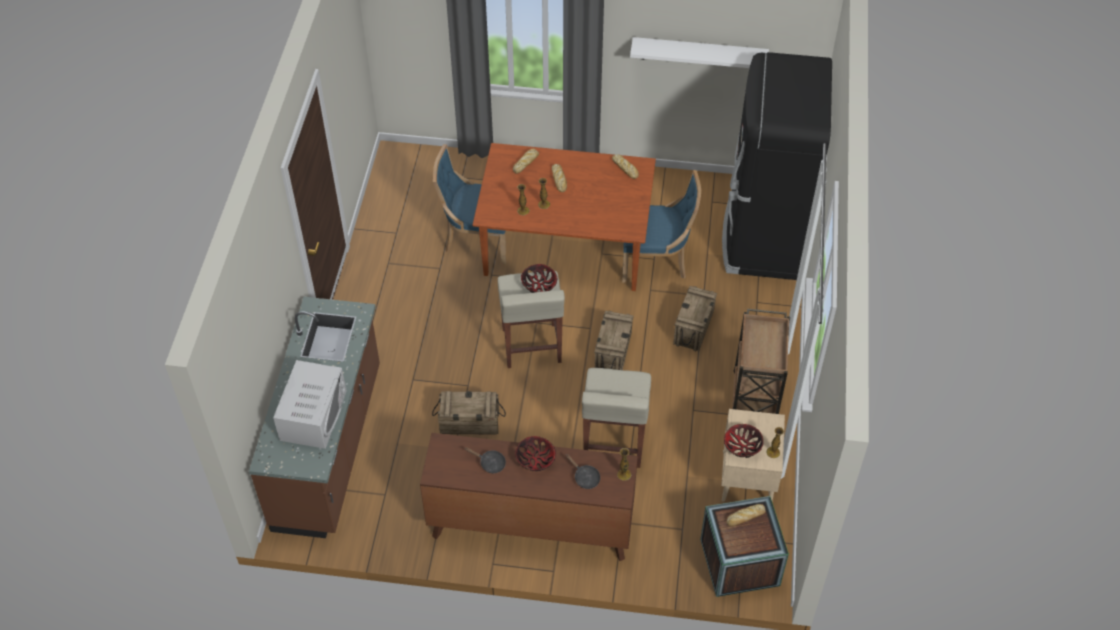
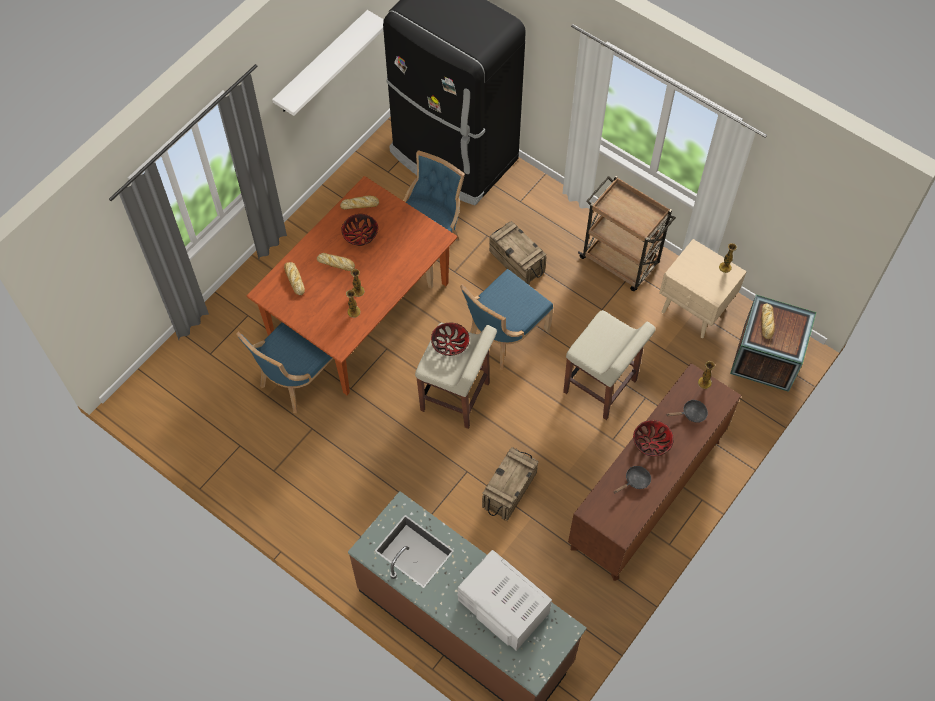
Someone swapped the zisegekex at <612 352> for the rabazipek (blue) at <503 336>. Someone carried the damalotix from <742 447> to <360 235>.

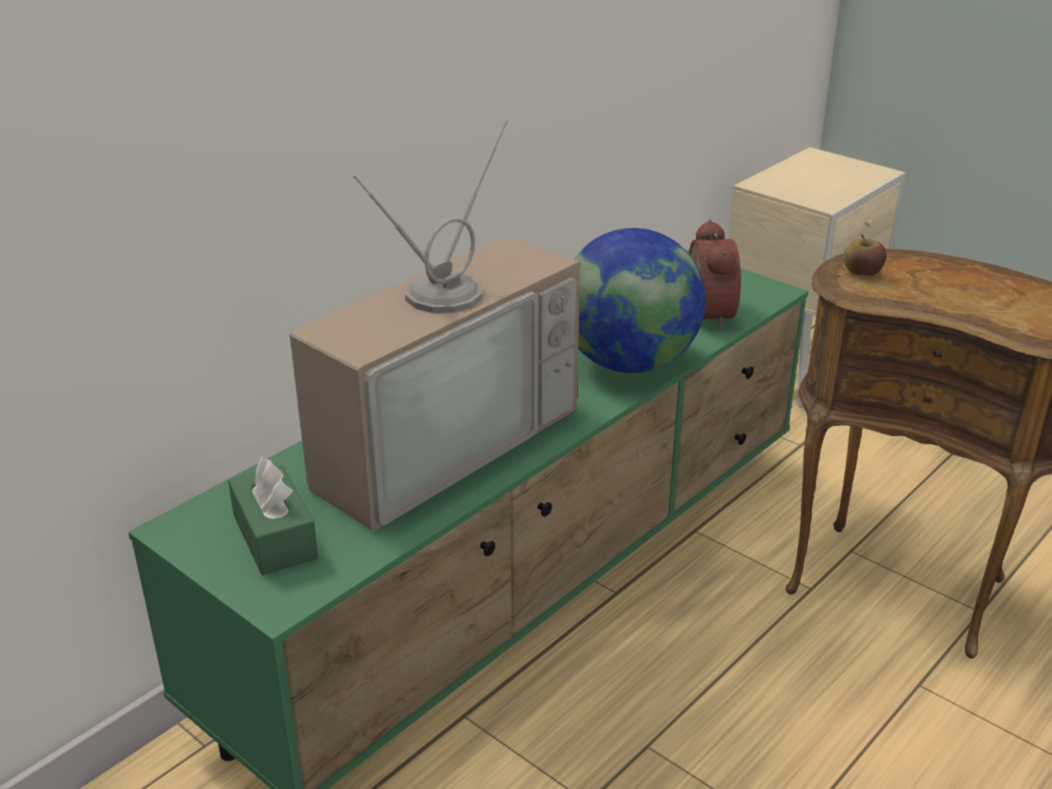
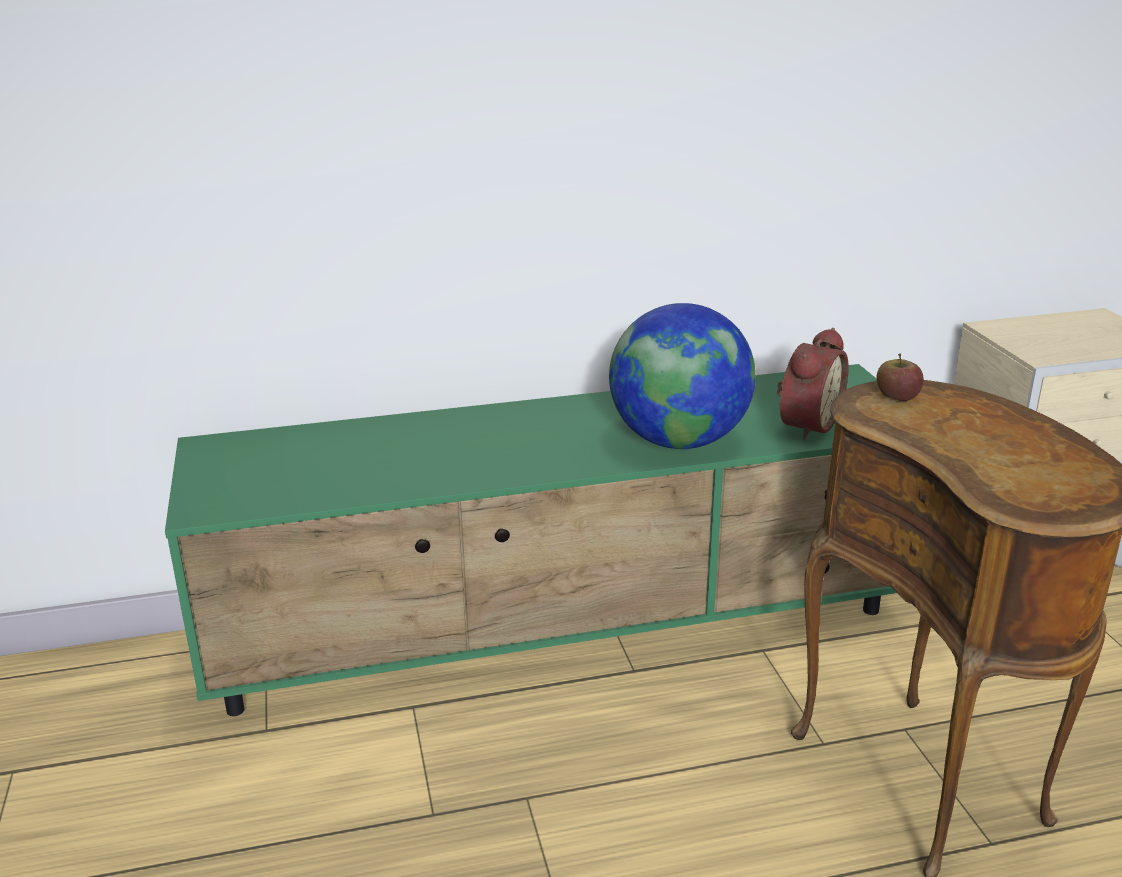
Someone took away the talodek at <437 439>. Someone took away the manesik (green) at <275 537>.

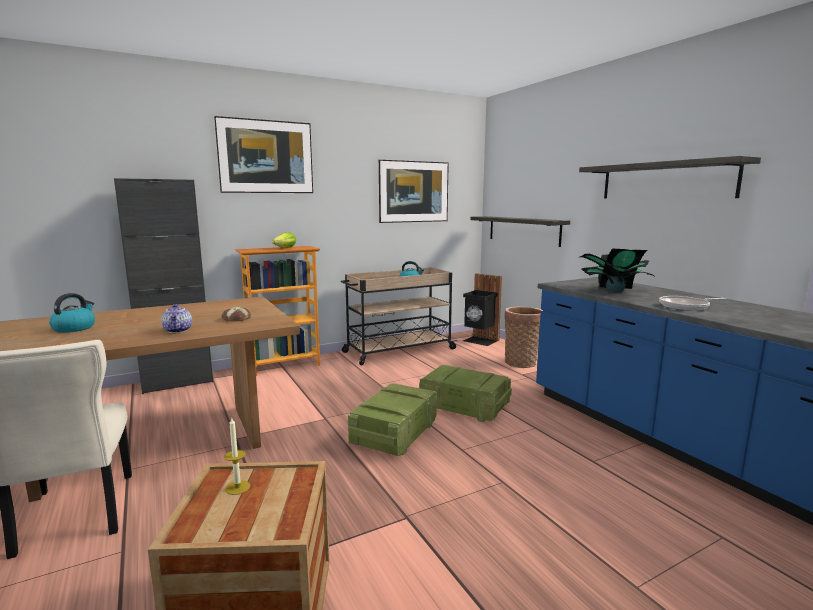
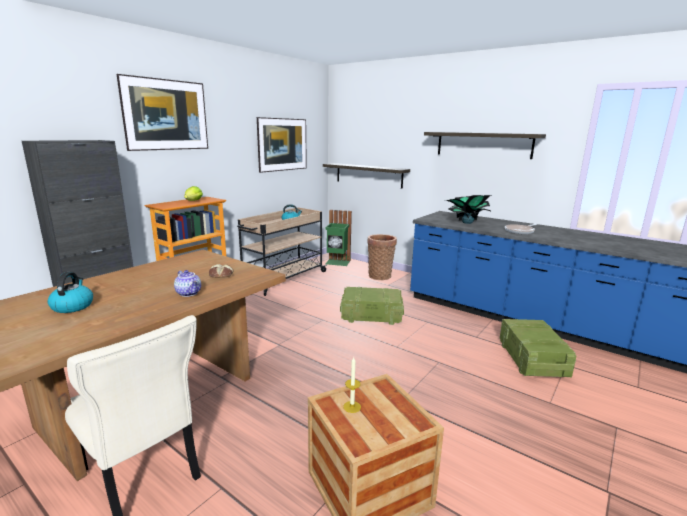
Someone repainted the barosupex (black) at <480 341>, which became the barosupex (green) at <337 262>. Someone carried the zisegekex from <395 433> to <531 359>.

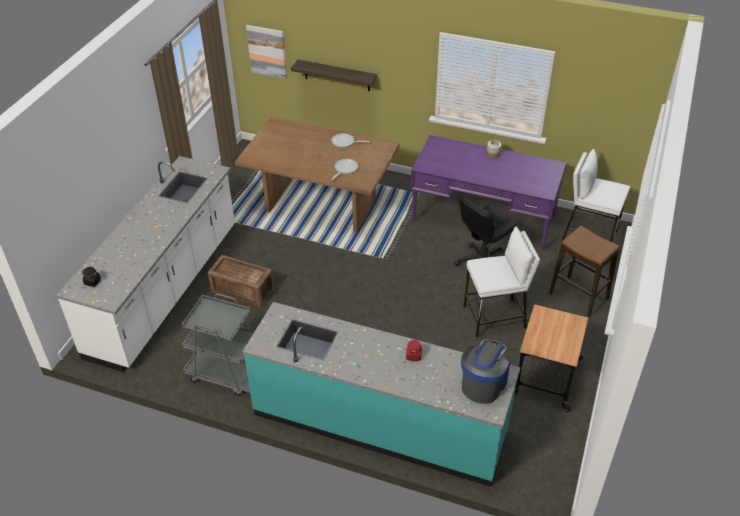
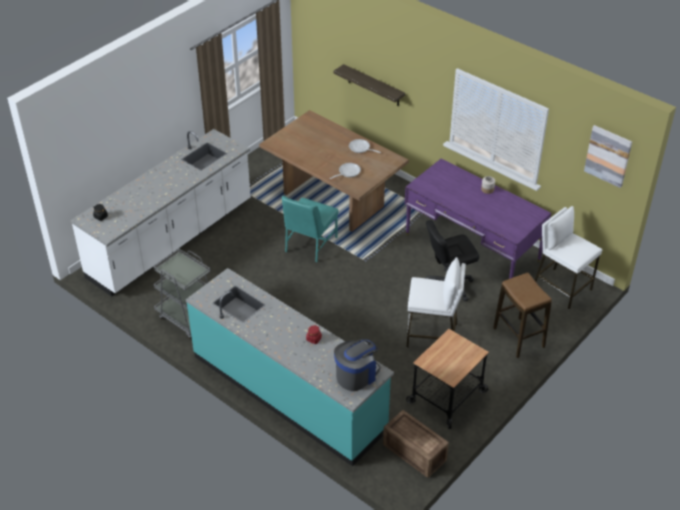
Someone carried the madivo from <267 51> to <608 155>. Someone carried the zisegekex from <242 290> to <414 451>. Someone put down the rabazipek (turquoise) at <309 245>.

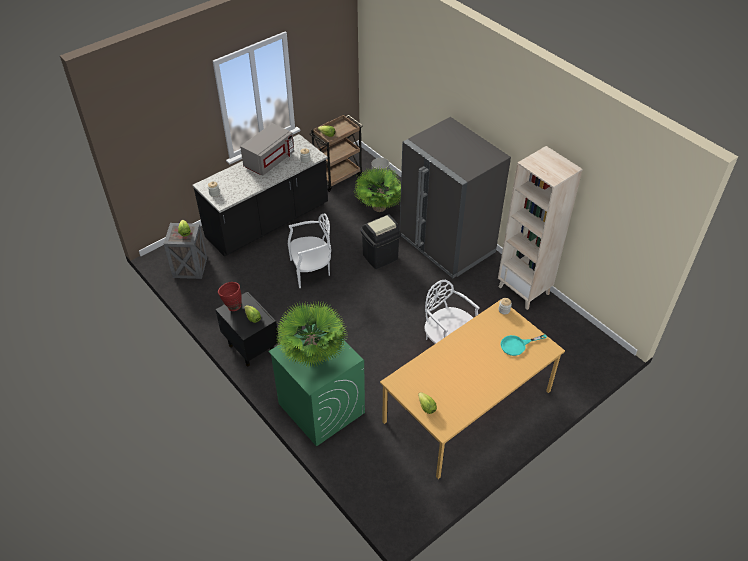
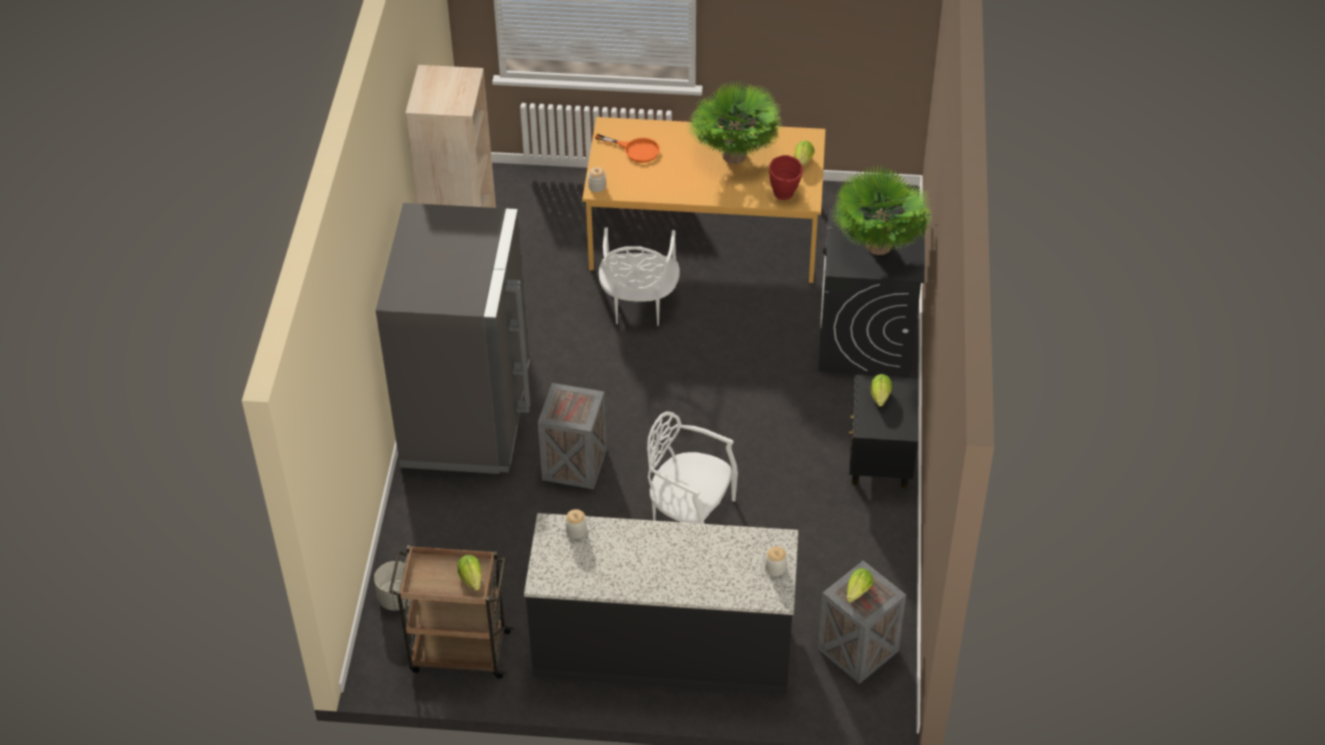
Someone took away the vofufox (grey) at <269 160>. Someone carried the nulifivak from <379 207> to <734 155>. Someone swapped the barosupex (black) at <380 257> for the zisegekex at <576 464>. Someone carried the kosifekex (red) from <232 306> to <785 196>. Someone repainted the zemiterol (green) at <321 408>, which became the zemiterol (black) at <865 340>. Someone repainted the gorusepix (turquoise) at <517 345>, which became the gorusepix (orange) at <636 150>.

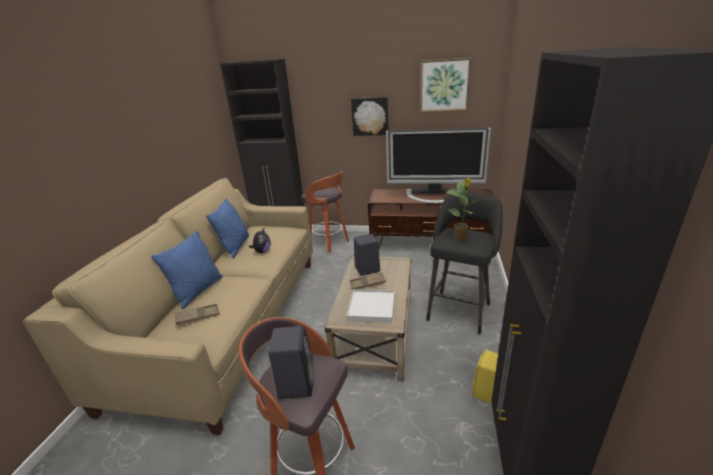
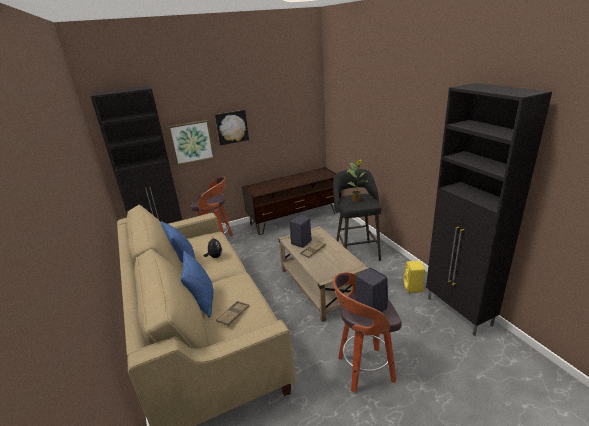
Someone carried the madivo from <444 85> to <191 142>. Someone took away the talodek at <434 195>. Someone took away the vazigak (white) at <371 308>.

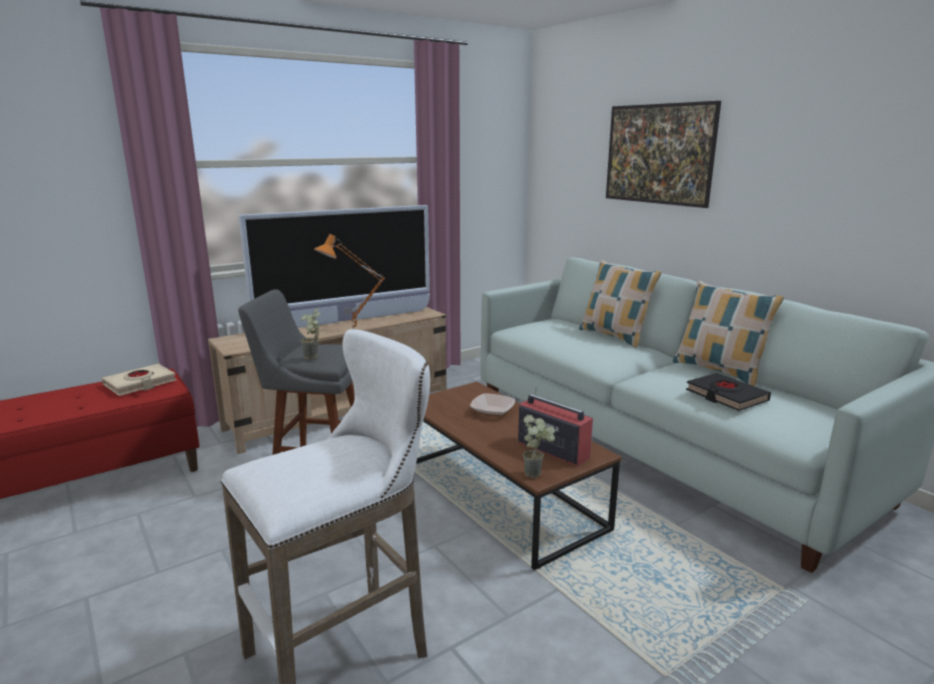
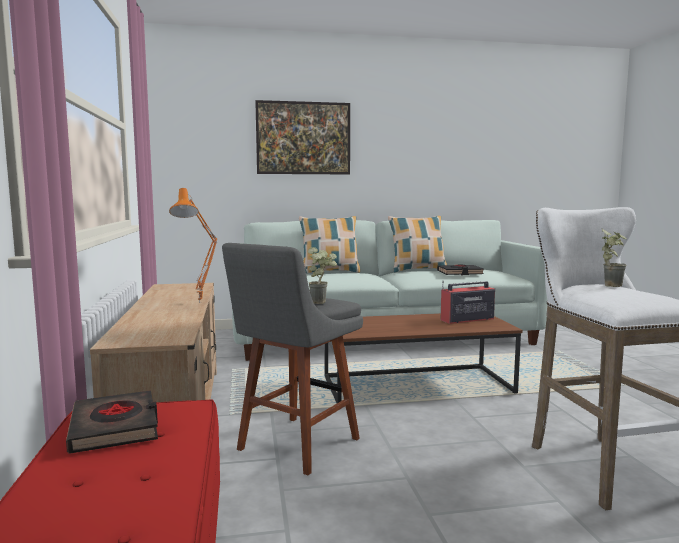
Someone took away the talodek at <346 321>. Someone repainted the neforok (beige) at <140 384>, which became the neforok (black) at <115 427>. Someone took away the damalotix at <492 411>. Someone carried the nulifivak from <537 473> to <611 285>.

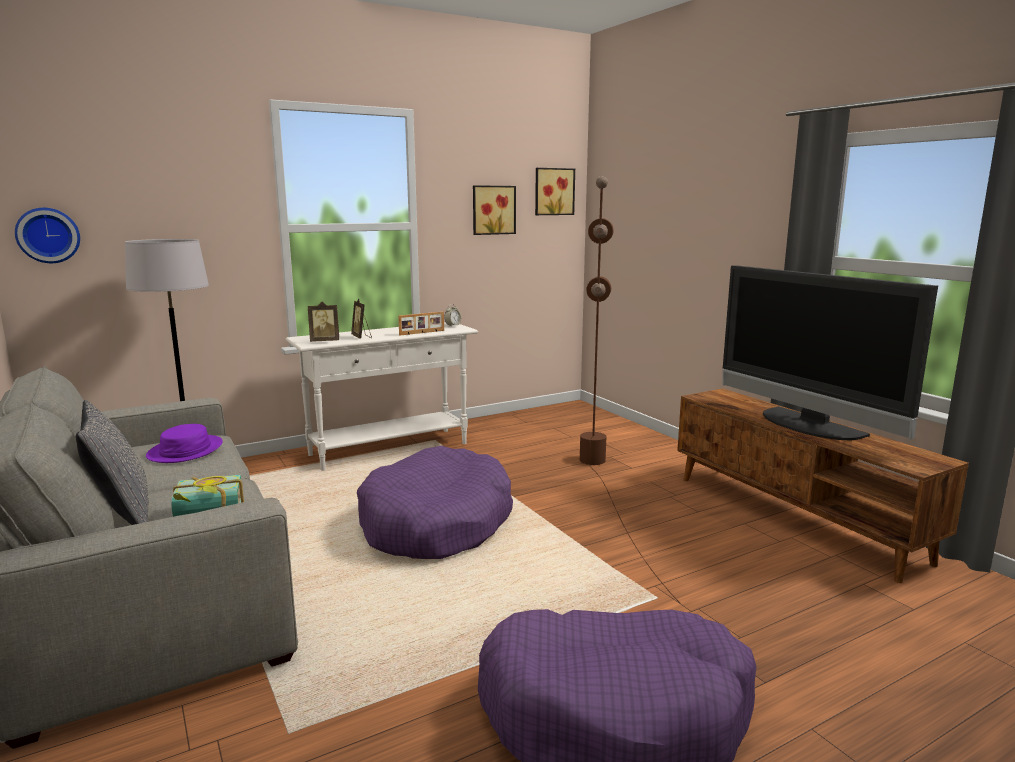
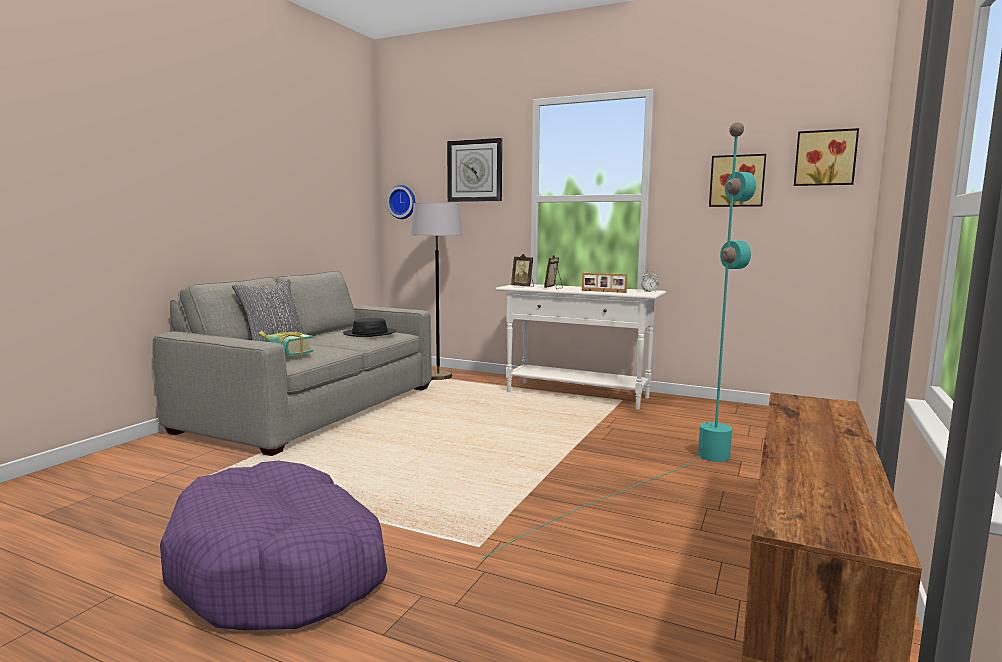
Someone repainted the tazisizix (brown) at <607 489>, which became the tazisizix (turquoise) at <662 477>. Someone took away the talodek at <806 425>. Someone repainted the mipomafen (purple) at <186 450>, which became the mipomafen (black) at <370 333>. Someone took away the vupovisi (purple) at <436 523>. Someone put up the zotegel at <475 170>.

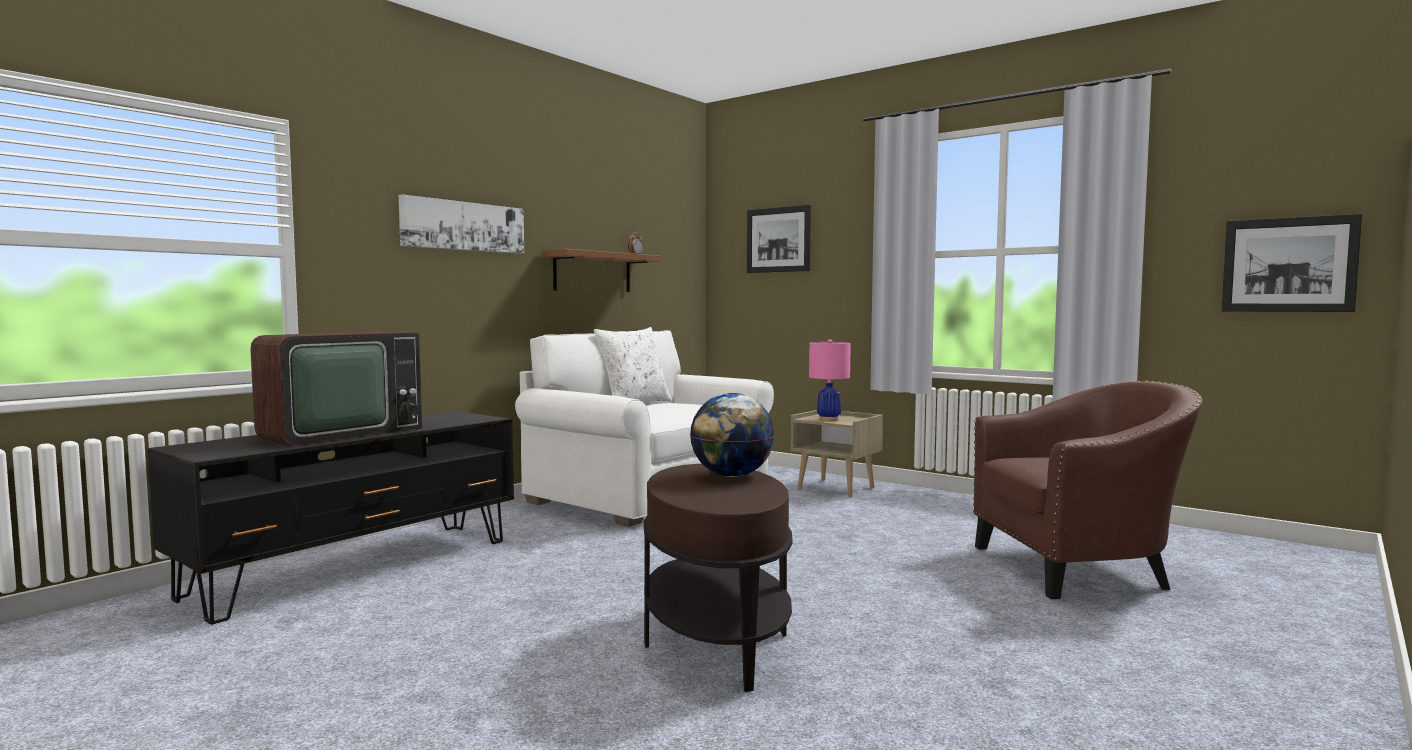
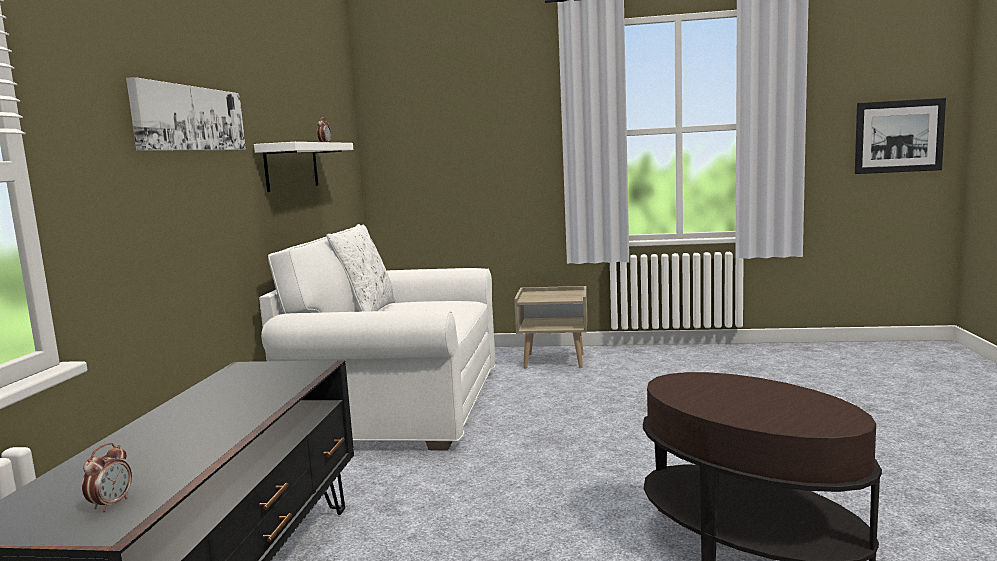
Someone took away the madivo at <778 240>. Someone repainted the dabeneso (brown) at <592 272>, which became the dabeneso (white) at <291 166>. Someone took away the talodek at <336 433>. Someone took away the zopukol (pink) at <828 419>. Someone took away the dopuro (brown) at <1080 569>. Someone took away the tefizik at <731 476>. Someone put down the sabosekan at <111 504>.

